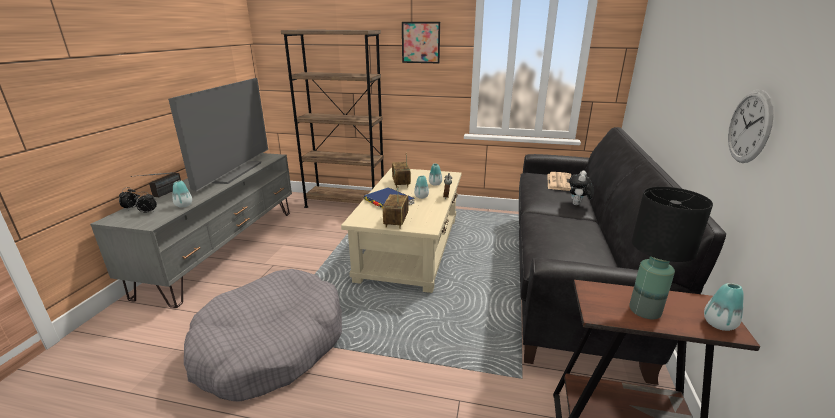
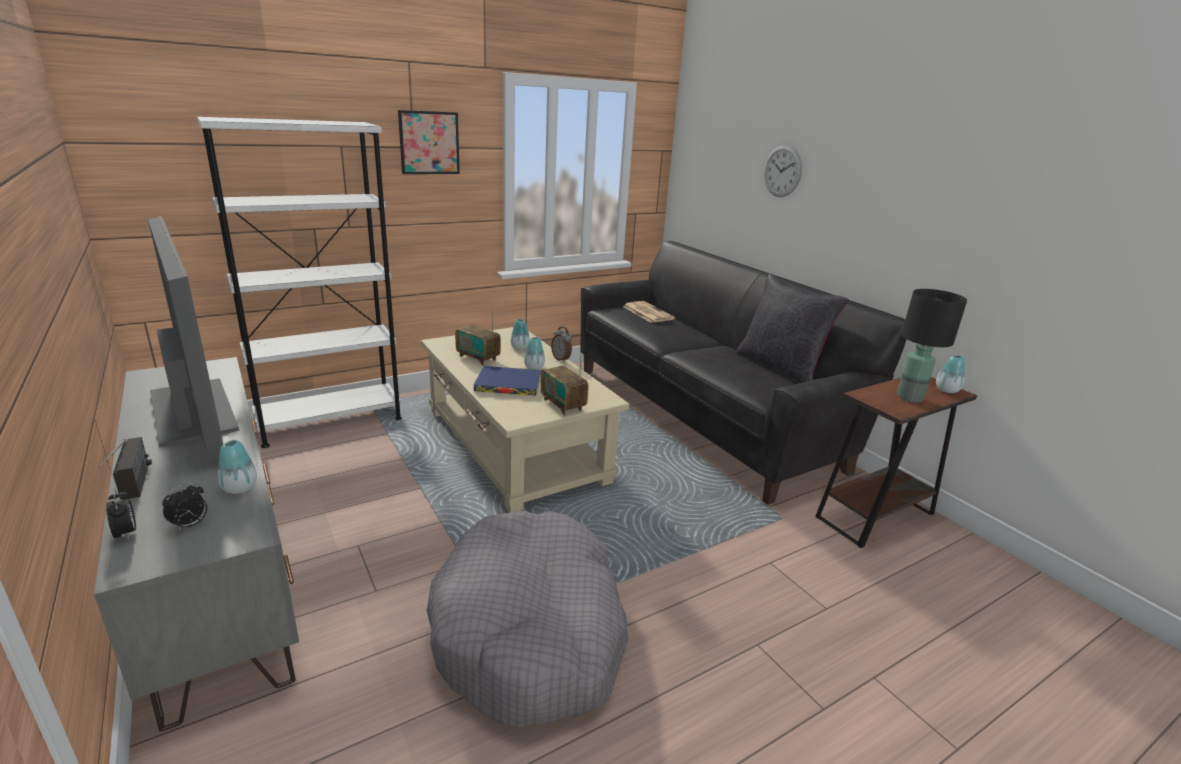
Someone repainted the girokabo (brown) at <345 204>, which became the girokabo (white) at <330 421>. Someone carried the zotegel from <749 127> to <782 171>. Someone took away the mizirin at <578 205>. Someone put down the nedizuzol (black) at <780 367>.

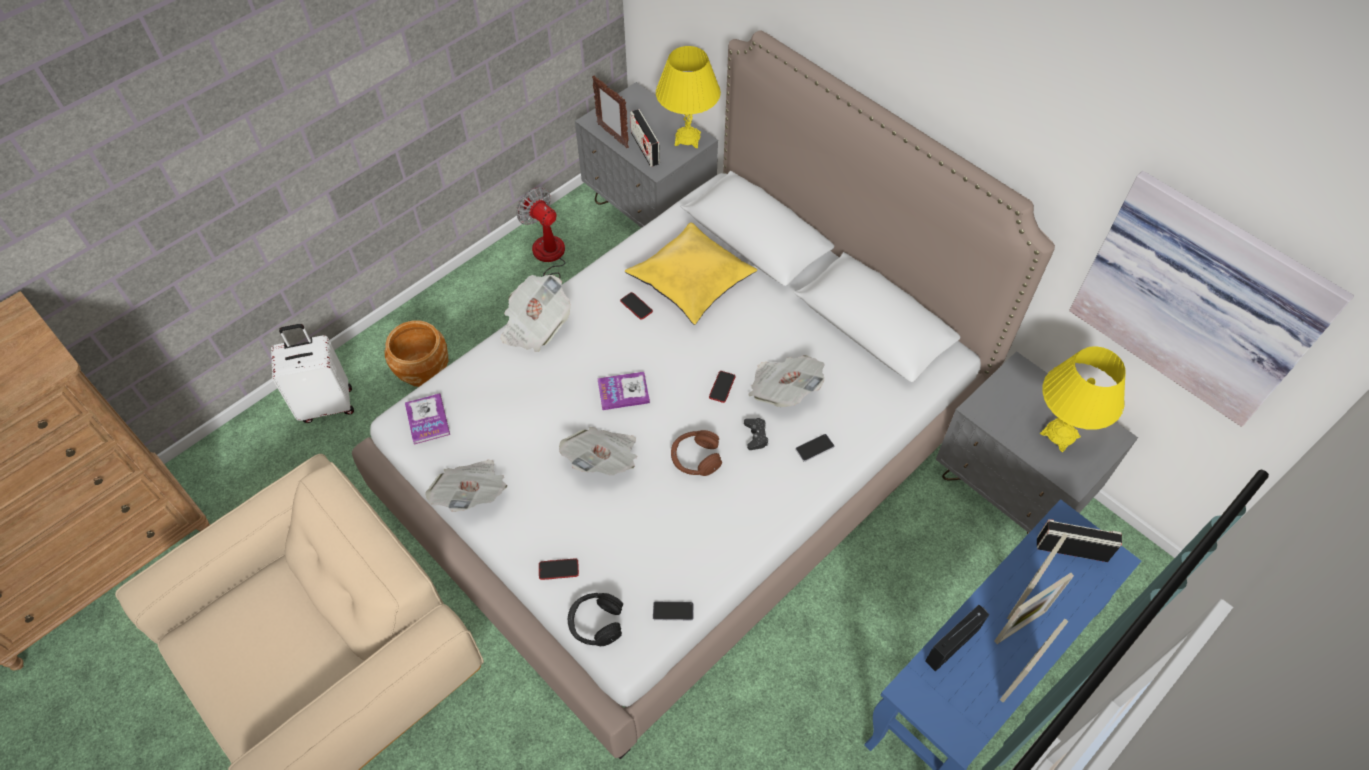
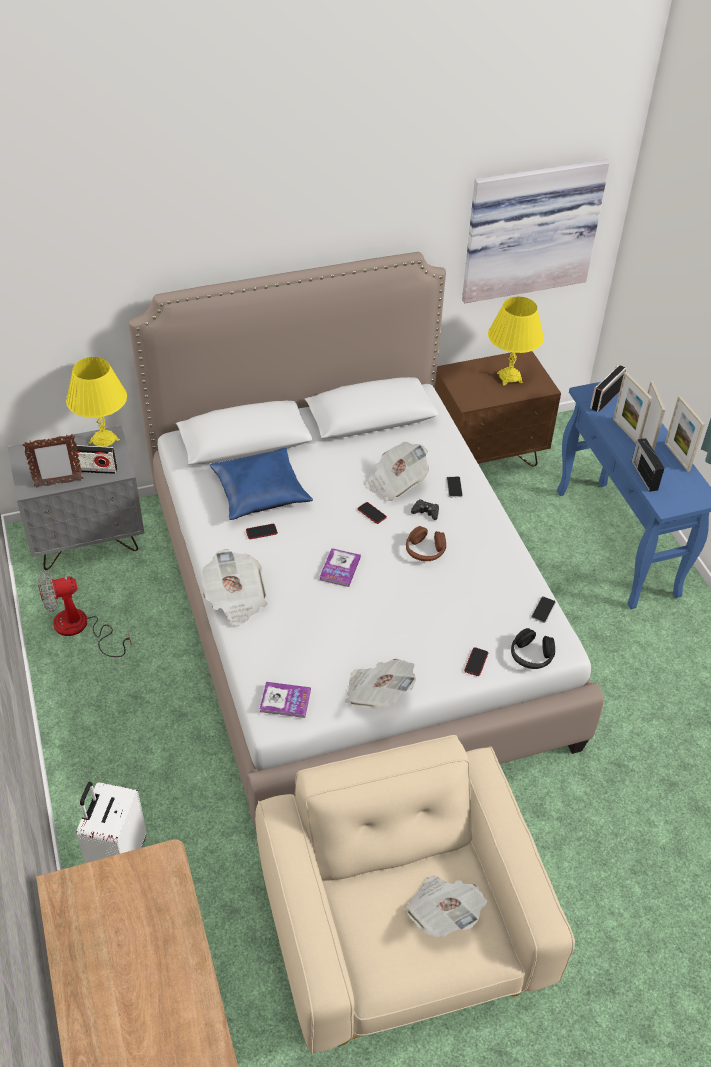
Someone repainted the nedizuzol (yellow) at <692 281>, which became the nedizuzol (blue) at <260 492>. Someone took away the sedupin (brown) at <423 370>. Someone repainted the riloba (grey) at <1009 491>, which became the riloba (brown) at <486 456>. Someone carried the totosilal from <603 460> to <443 913>.

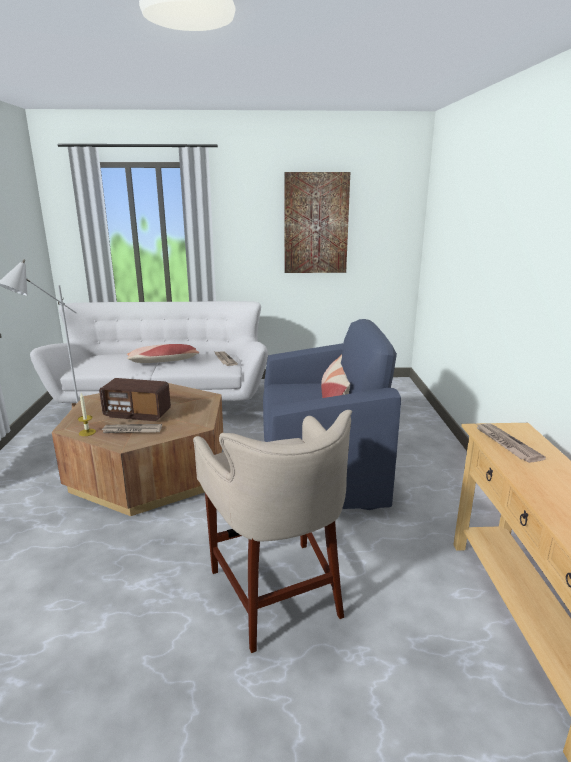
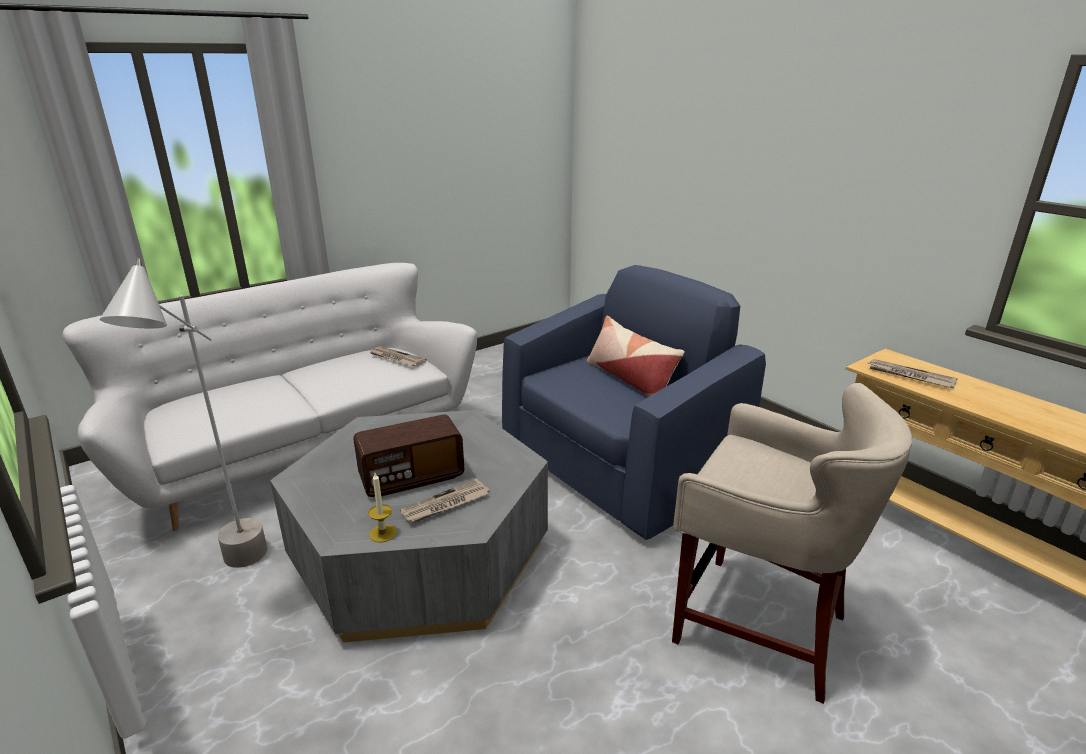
Someone took away the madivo at <316 223>. Someone took away the nedizuzol at <163 361>. Someone repainted the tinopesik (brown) at <150 470>, which became the tinopesik (grey) at <421 554>.

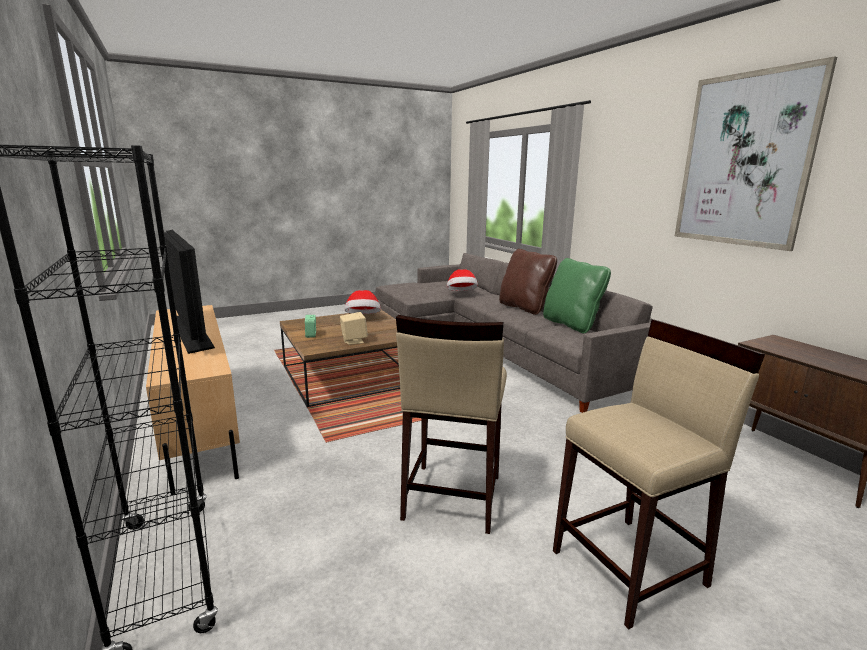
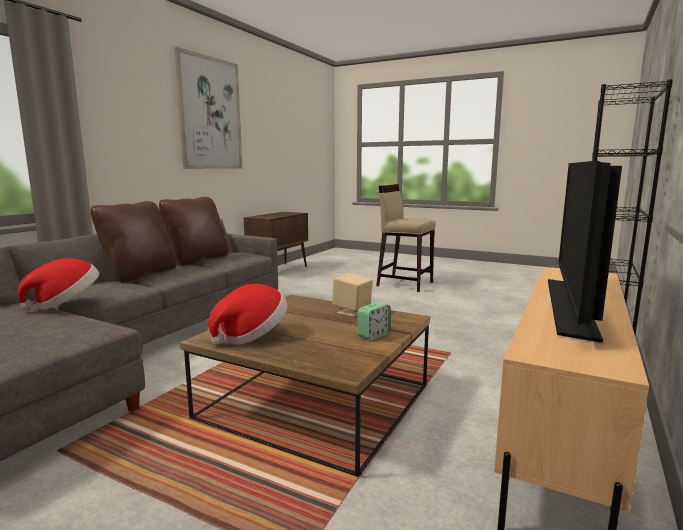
Someone repainted the nedizuzol (green) at <571 324>, which became the nedizuzol (brown) at <198 259>. Someone took away the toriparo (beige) at <451 497>.

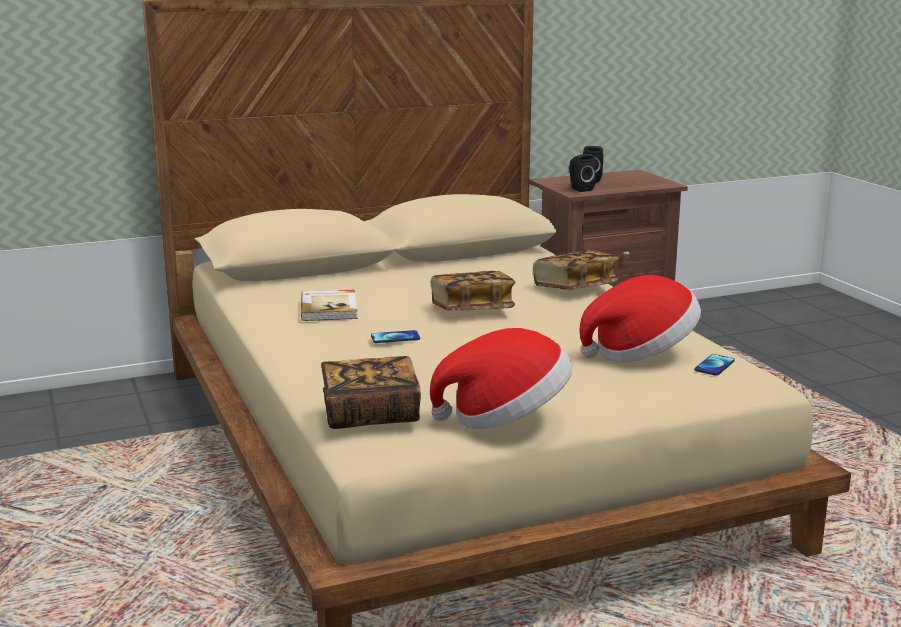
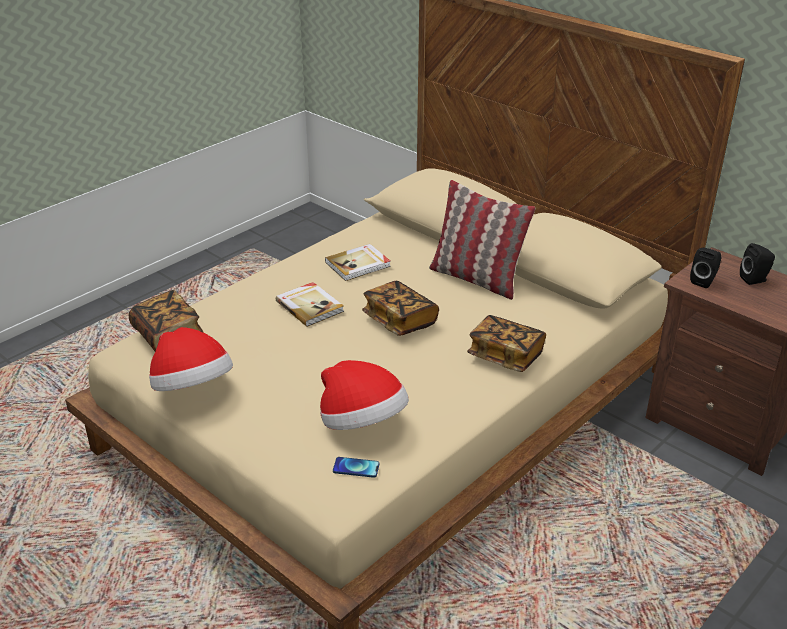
Someone swapped the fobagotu at <395 338> for the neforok at <310 306>. Someone put down the nedizuzol at <476 278>.

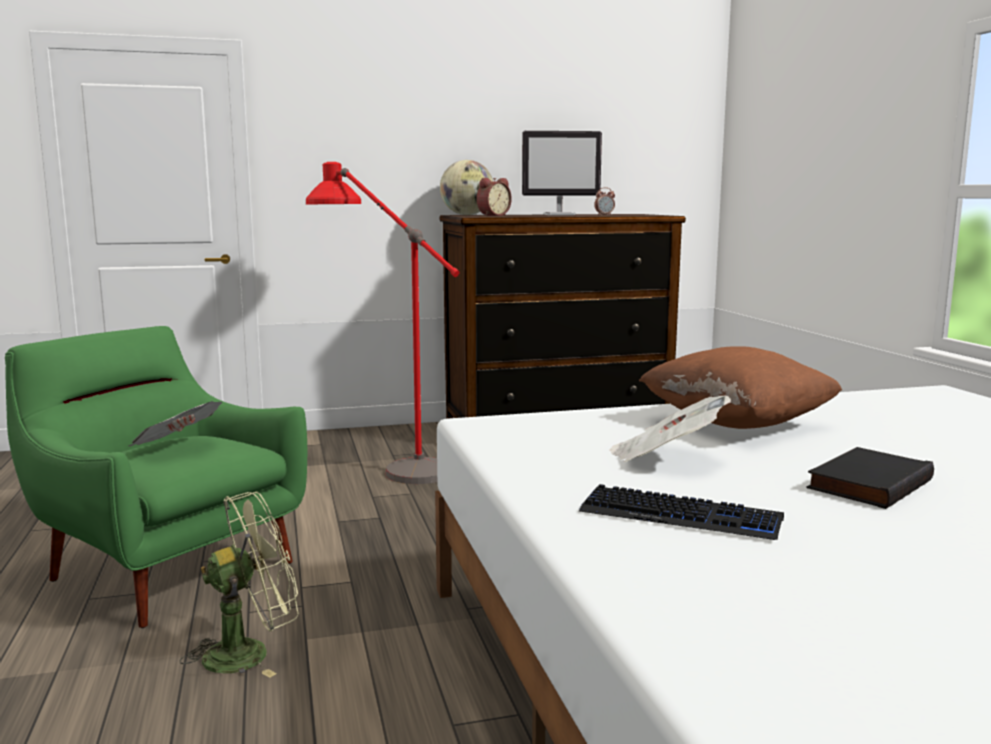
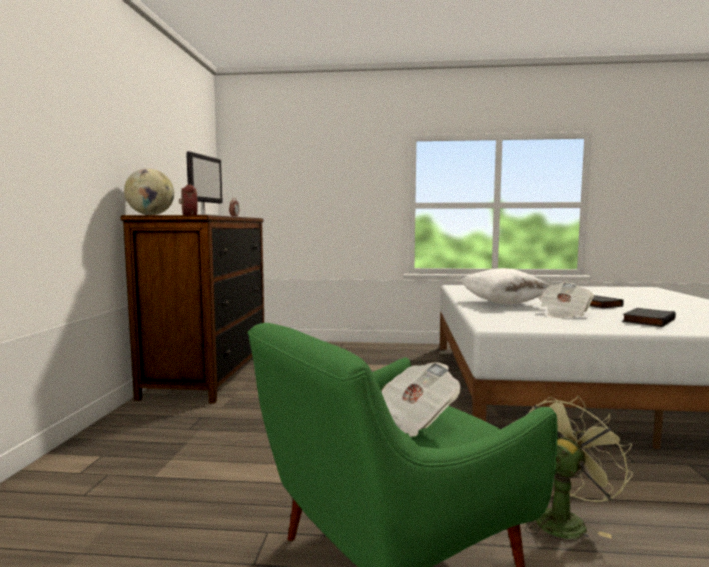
Someone took away the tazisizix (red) at <387 462>. Someone repainted the nedizuzol (brown) at <737 423>, which became the nedizuzol (white) at <503 303>. Someone swapped the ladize at <680 516> for the neforok (black) at <647 320>. Someone rotated the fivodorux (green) at <249 652> by 60 degrees clockwise.

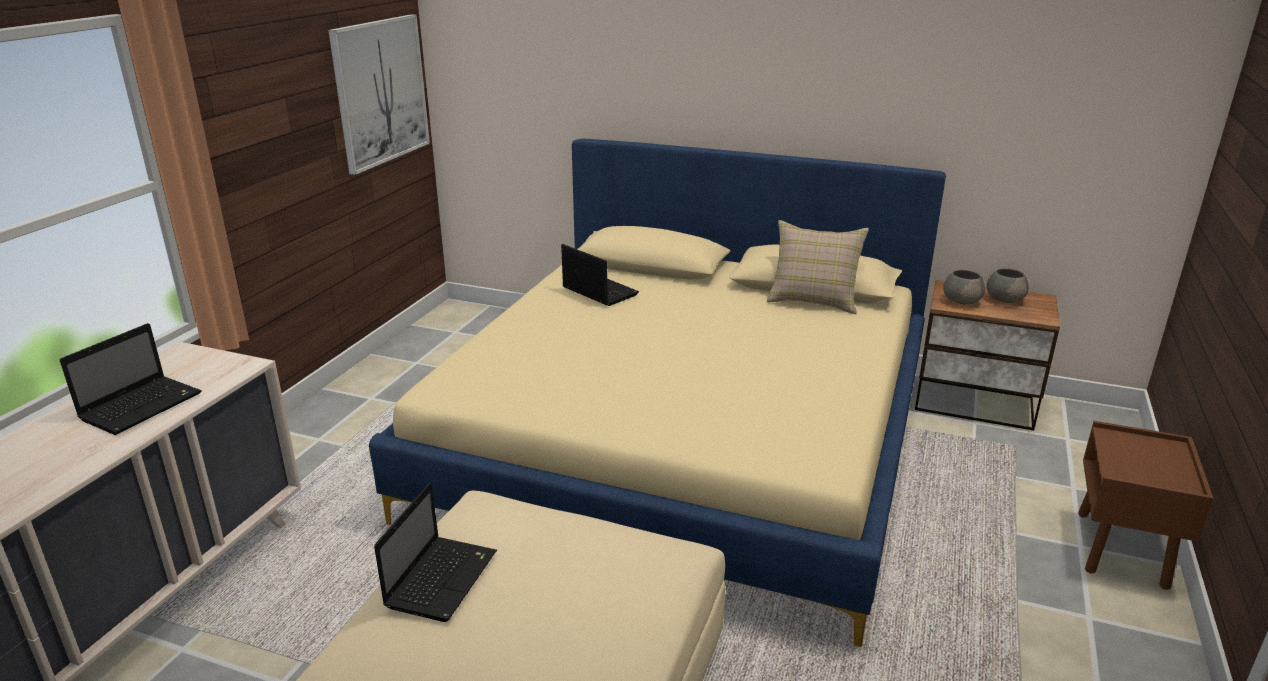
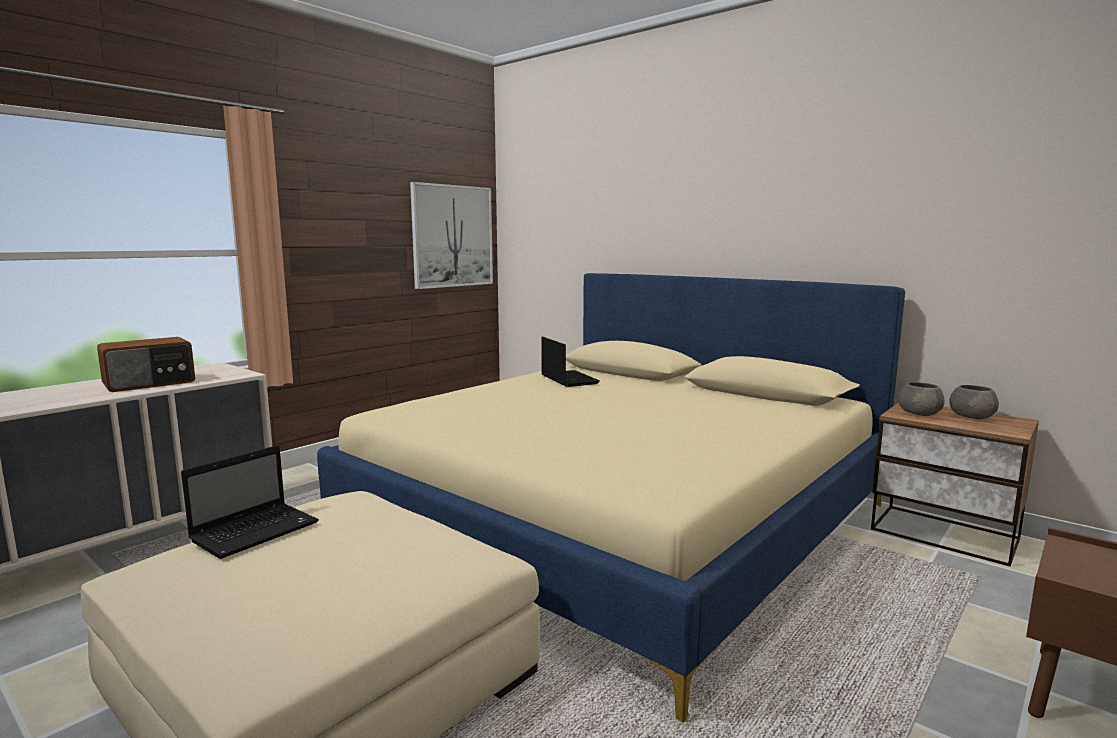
Someone took away the nedizuzol (beige) at <813 299>. Someone swapped the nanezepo at <143 405> for the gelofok at <150 383>.

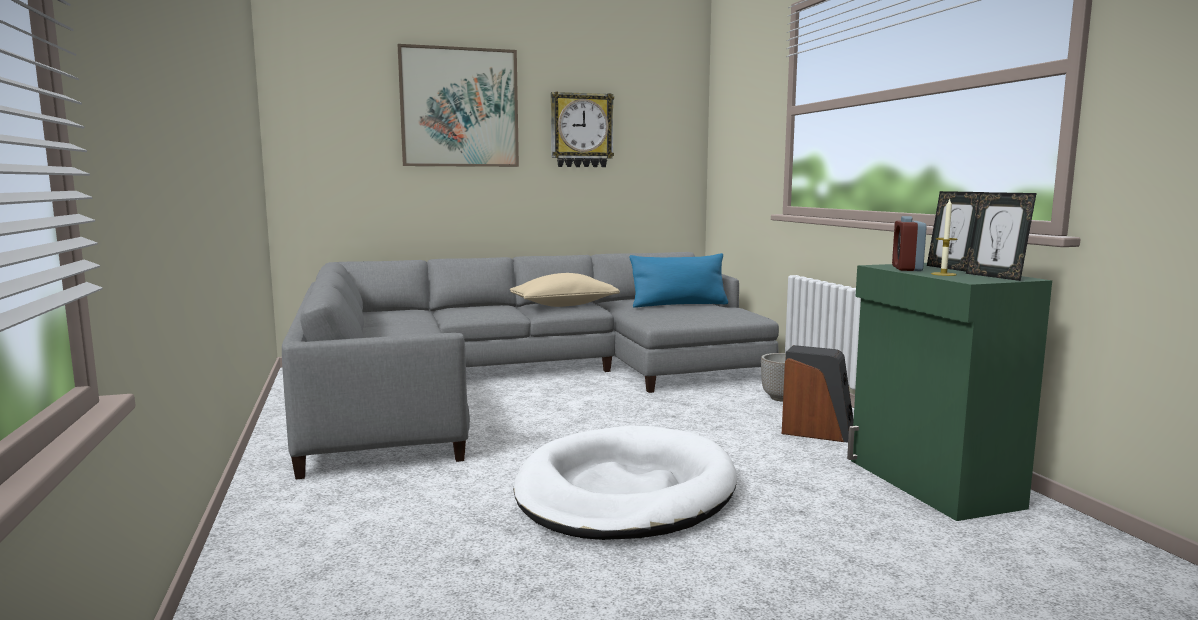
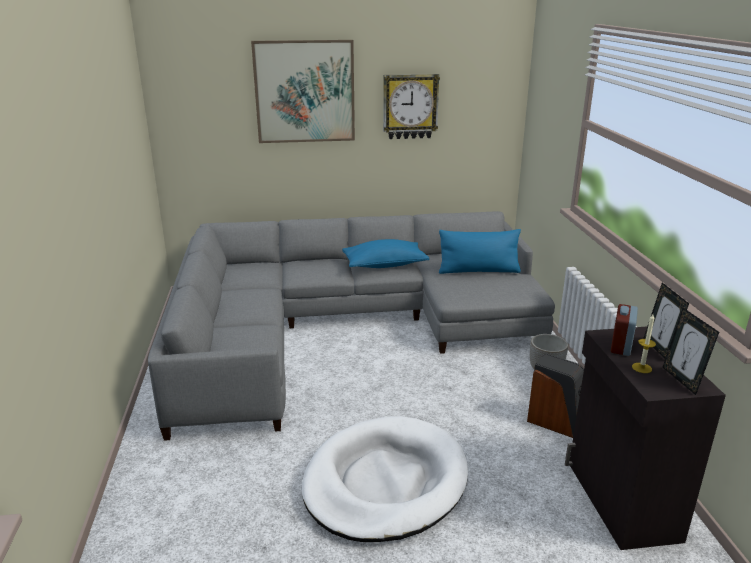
Someone repainted the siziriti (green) at <931 484>, which became the siziriti (black) at <620 501>. Someone repainted the nedizuzol (beige) at <564 305>, which became the nedizuzol (blue) at <384 265>.

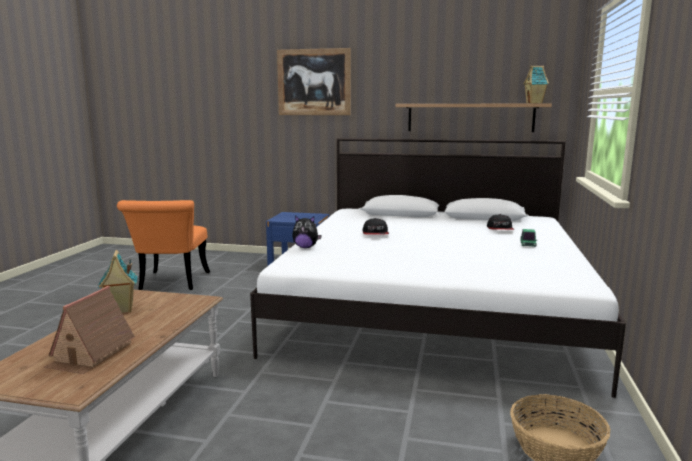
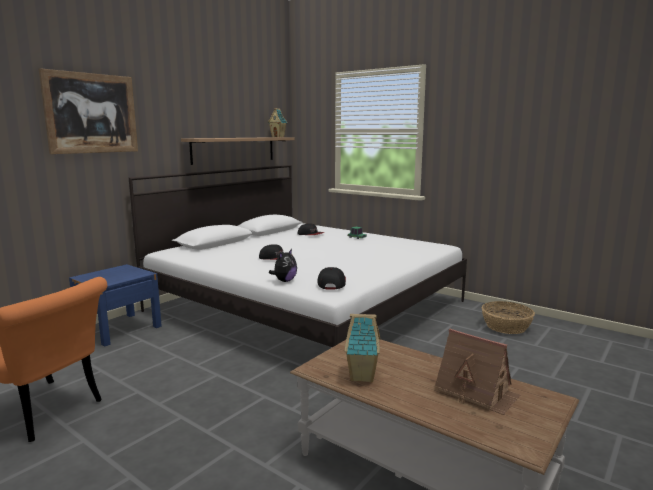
Someone put down the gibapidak at <331 282>.

